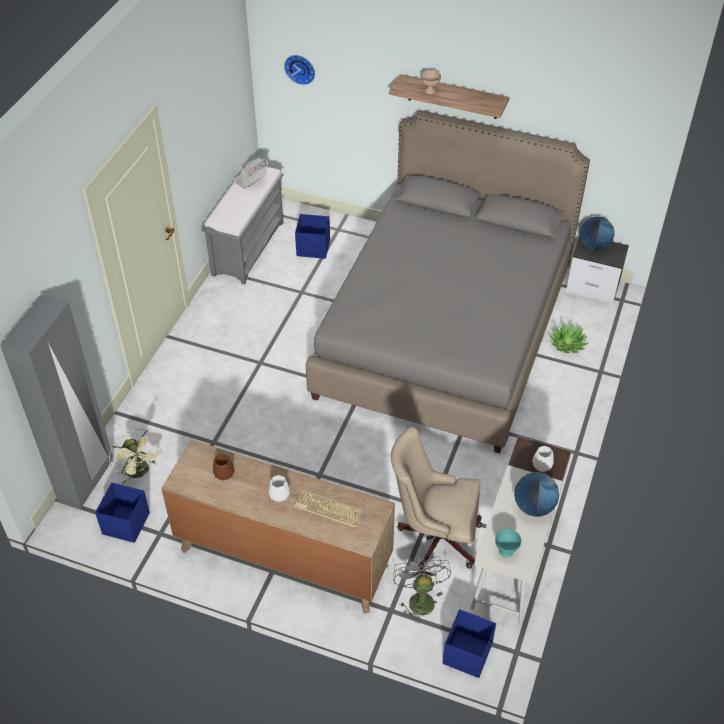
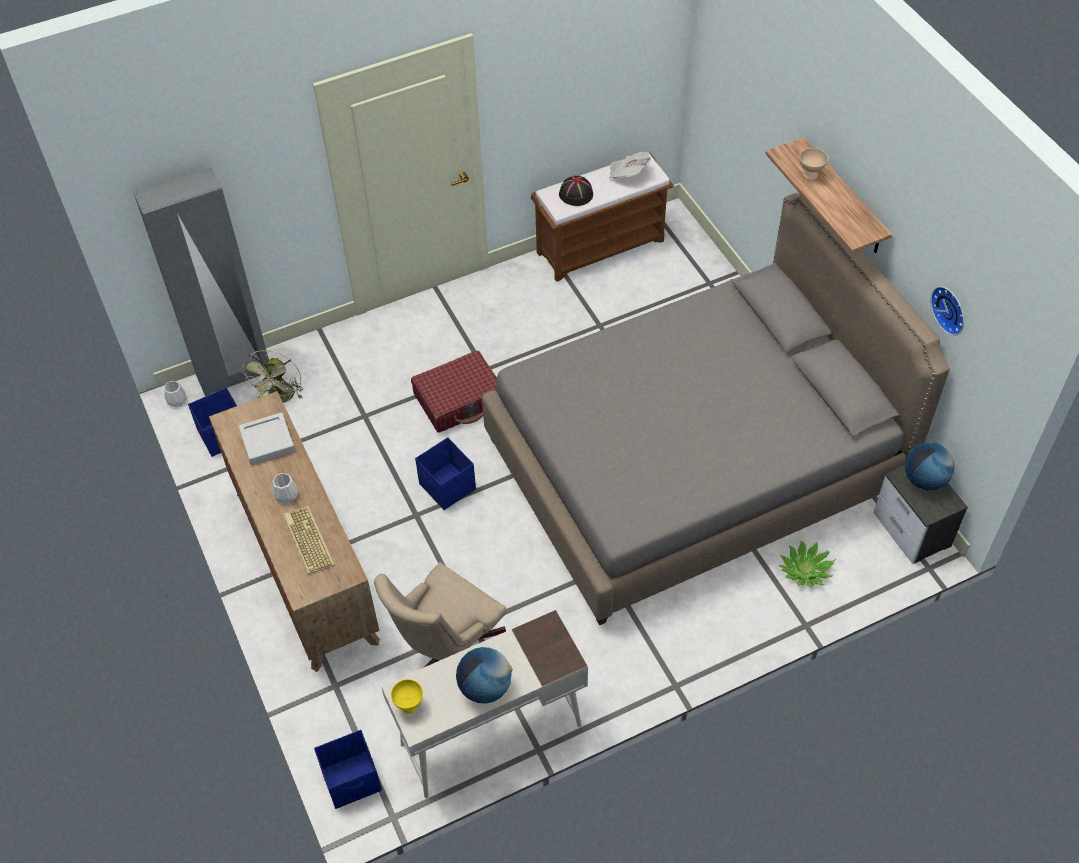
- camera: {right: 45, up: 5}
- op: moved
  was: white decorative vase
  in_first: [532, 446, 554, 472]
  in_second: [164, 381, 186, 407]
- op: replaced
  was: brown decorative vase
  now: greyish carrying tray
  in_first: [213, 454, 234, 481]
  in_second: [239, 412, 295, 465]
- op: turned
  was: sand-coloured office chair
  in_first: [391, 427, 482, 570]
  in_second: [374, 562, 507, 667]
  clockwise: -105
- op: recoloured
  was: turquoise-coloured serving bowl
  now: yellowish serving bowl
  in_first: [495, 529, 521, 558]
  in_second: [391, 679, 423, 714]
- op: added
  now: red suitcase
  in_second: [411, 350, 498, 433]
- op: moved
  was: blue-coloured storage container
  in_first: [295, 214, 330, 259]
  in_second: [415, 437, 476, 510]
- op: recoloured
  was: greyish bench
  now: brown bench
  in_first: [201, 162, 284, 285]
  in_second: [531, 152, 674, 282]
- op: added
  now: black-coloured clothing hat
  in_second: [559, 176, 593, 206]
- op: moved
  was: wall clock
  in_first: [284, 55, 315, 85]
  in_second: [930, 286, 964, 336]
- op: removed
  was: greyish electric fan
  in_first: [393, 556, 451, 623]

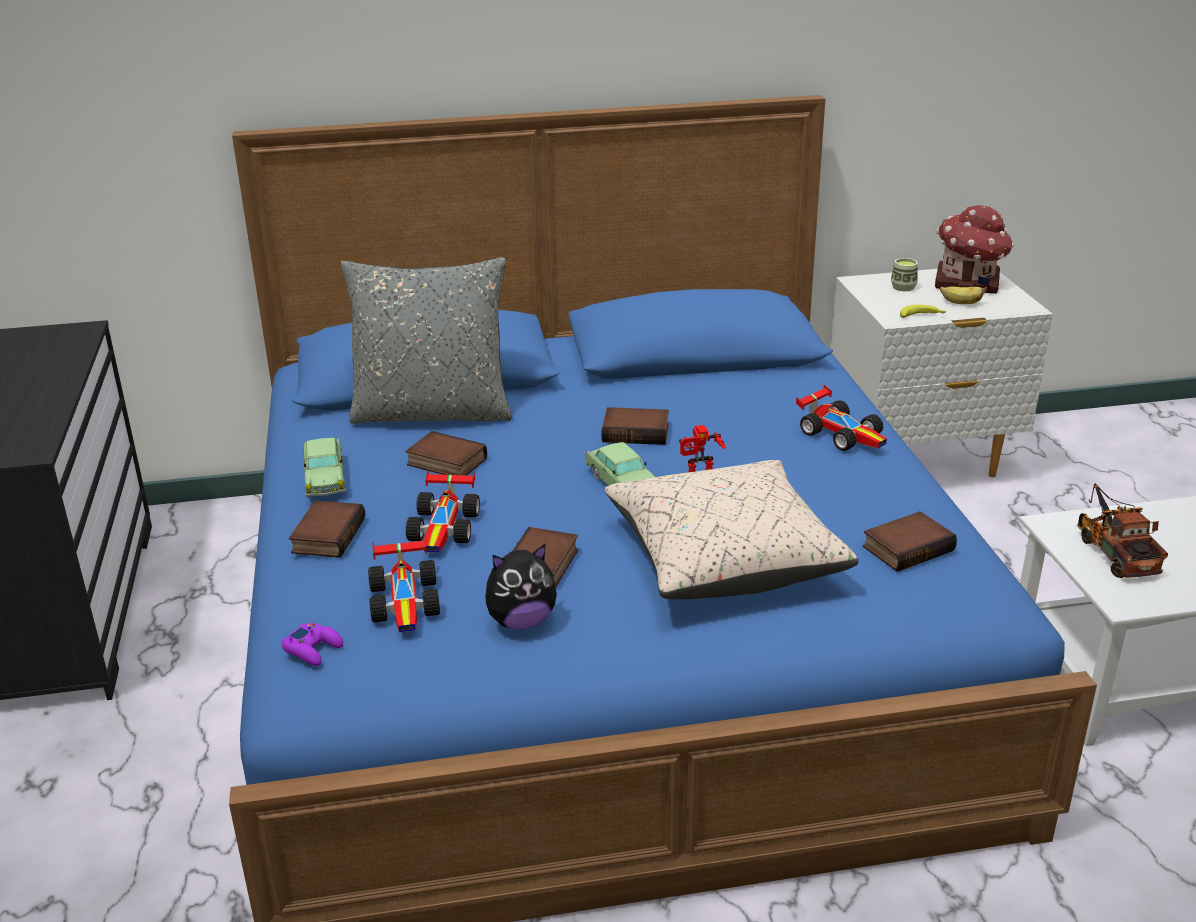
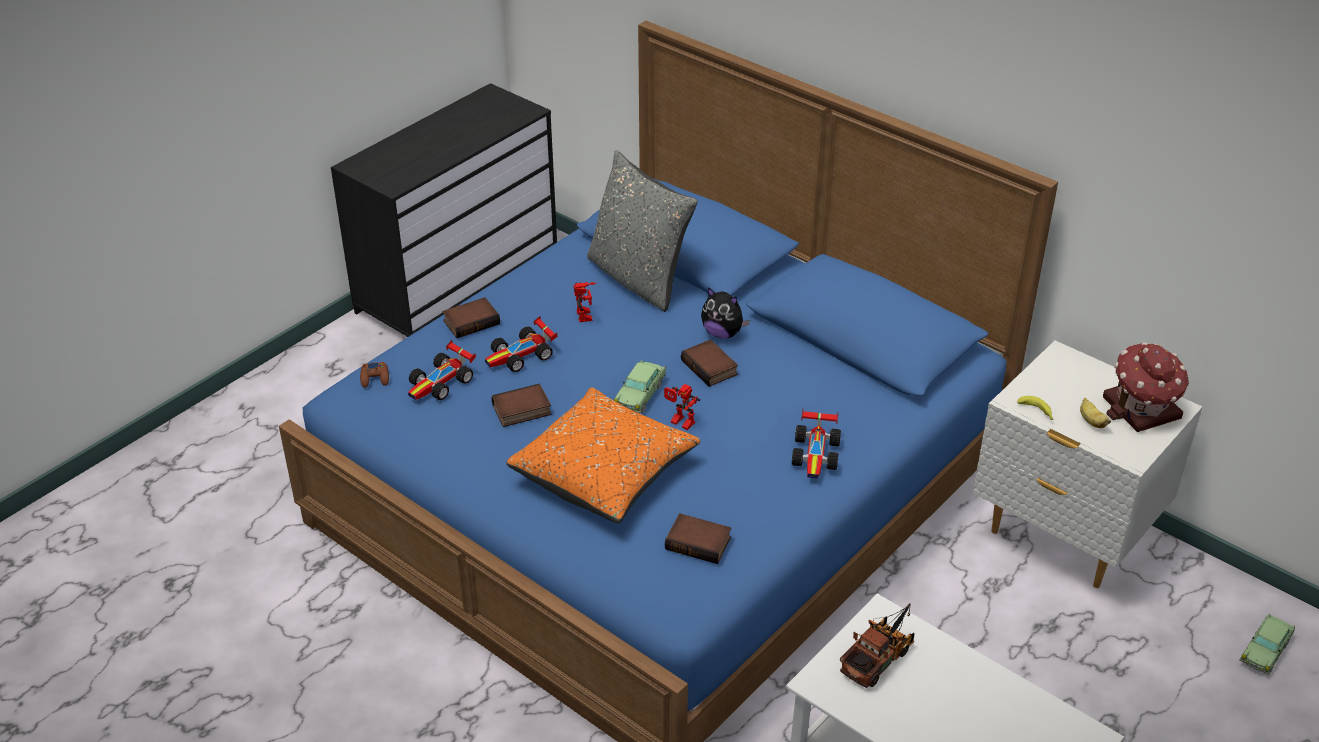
- camera: {right: 50, up: 10}
- op: recoloured
  was: purple-coloured joypad
  now: brown joypad
  in_first: [282, 623, 343, 666]
  in_second: [360, 362, 389, 388]
- op: recoloured
  was: sand-coloured throw pillow
  now: orangey throw pillow
  in_first: [605, 460, 858, 599]
  in_second: [506, 387, 700, 523]
- op: replaced
  was: volume
  now: robot figure
  in_first: [406, 431, 487, 475]
  in_second: [574, 282, 596, 322]
- op: moved
  was: plush toy
  in_first: [485, 544, 557, 630]
  in_second: [701, 287, 750, 338]
- op: moved
  was: model car
  in_first: [304, 438, 346, 498]
  in_second: [1239, 614, 1295, 675]
- op: removed
  was: small cup
  in_first: [891, 258, 918, 291]

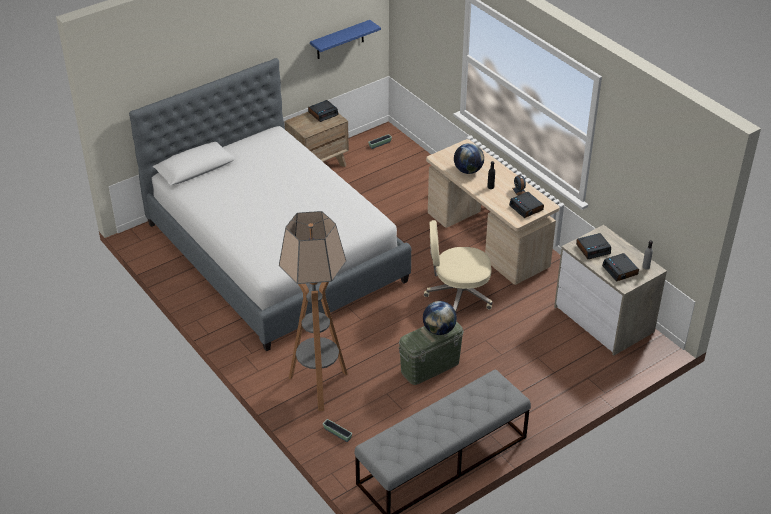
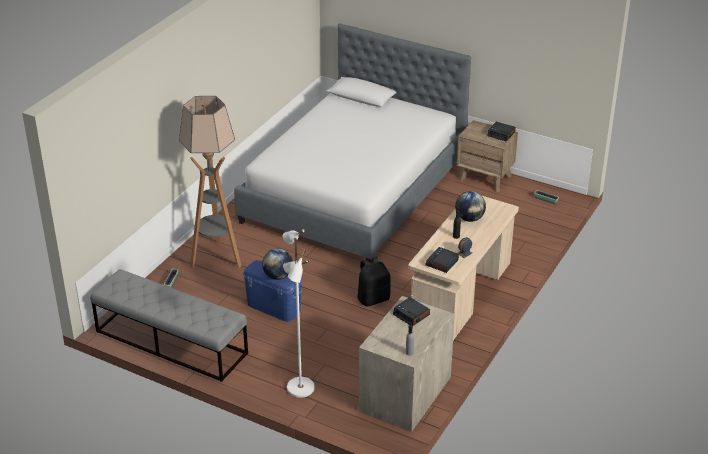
- camera: {right: 65, up: -5}
- op: recoloured
  was: greenish storage container
  now: blue-coloured storage container
  in_first: [398, 321, 464, 385]
  in_second: [243, 260, 303, 322]
- op: added
  now: white standing lamp
  in_second: [283, 229, 314, 398]
- op: replaced
  was: sand-coloured office chair
  now: black-coloured backpack
  in_first: [424, 220, 492, 312]
  in_second: [357, 257, 391, 306]
- op: removed
  was: blue-coloured wall shelf
  in_first: [310, 20, 381, 59]
- op: removed
  was: table clock
  in_first: [602, 253, 639, 282]

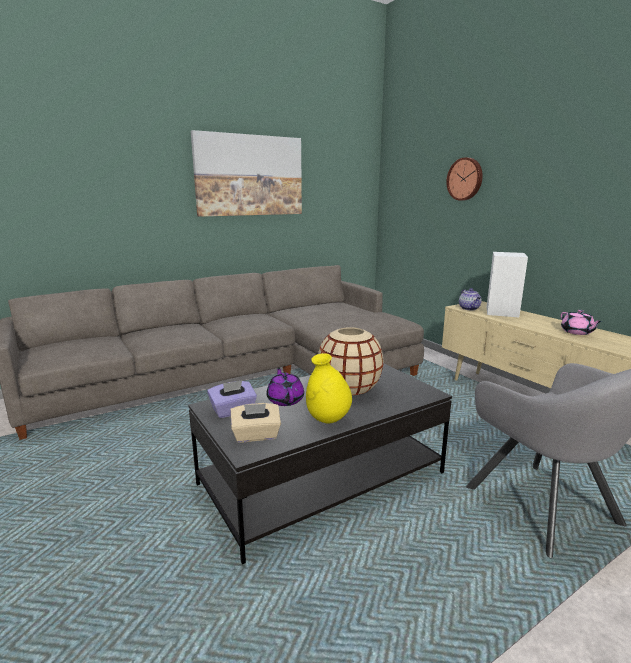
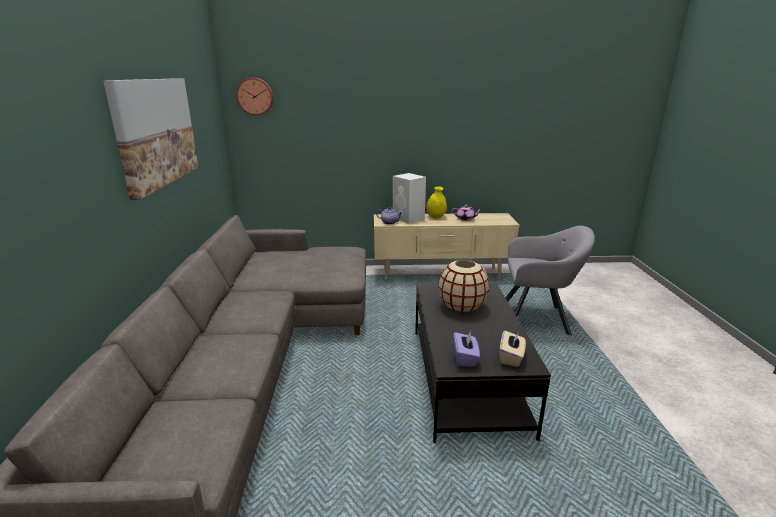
- camera: {right: -60, up: 5}
- op: moved
  was: wall clock
  in_first: [446, 157, 483, 201]
  in_second: [236, 78, 273, 116]
- op: moved
  was: yellowish decorative vase
  in_first: [306, 354, 352, 423]
  in_second: [426, 186, 447, 219]
- op: removed
  was: purple-coloured pot for tea
  in_first: [266, 367, 304, 406]

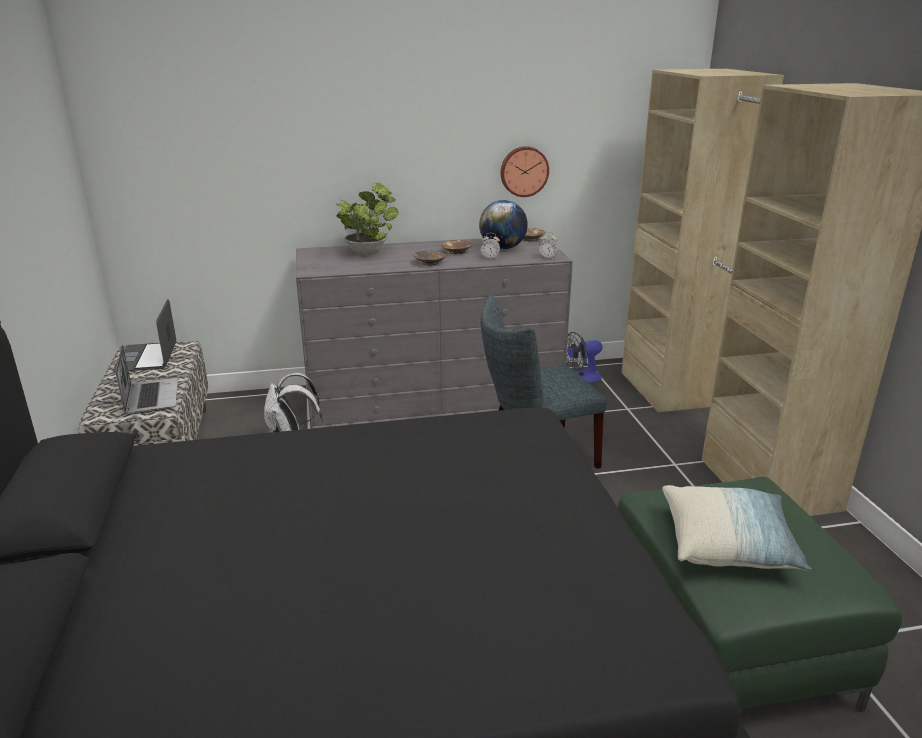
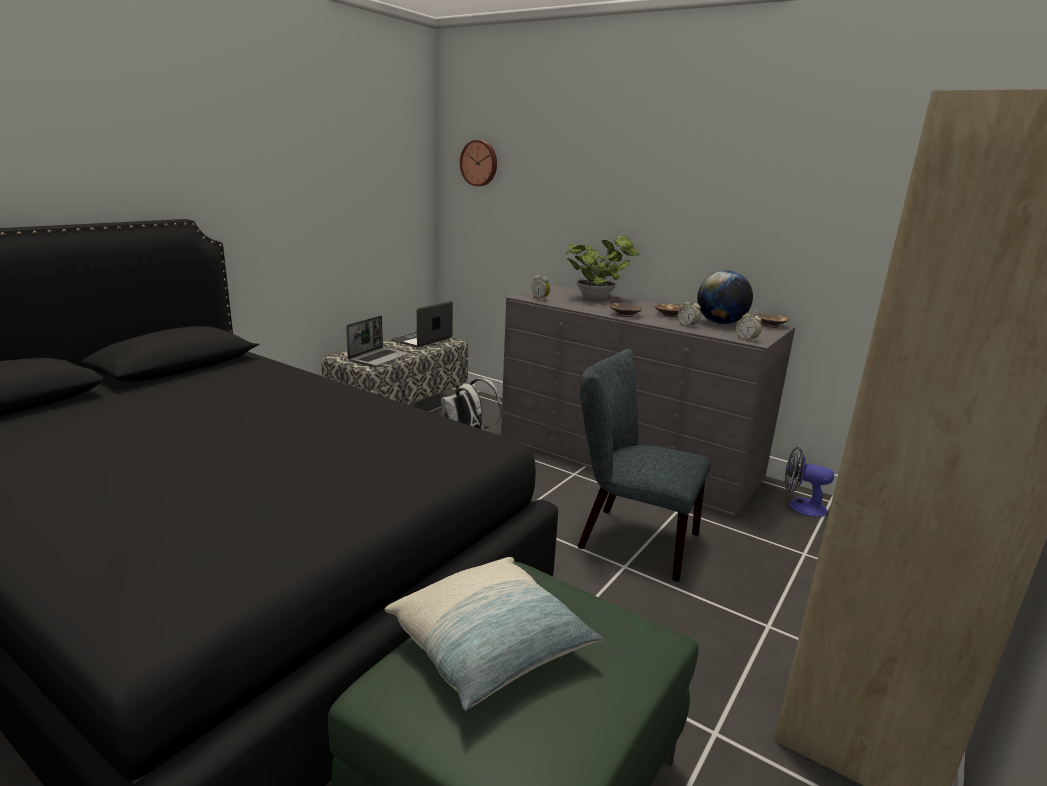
- camera: {right: 45, up: -5}
- op: moved
  was: wall clock
  in_first: [501, 146, 549, 197]
  in_second: [460, 140, 497, 186]
- op: added
  now: table clock
  in_second: [531, 275, 550, 301]

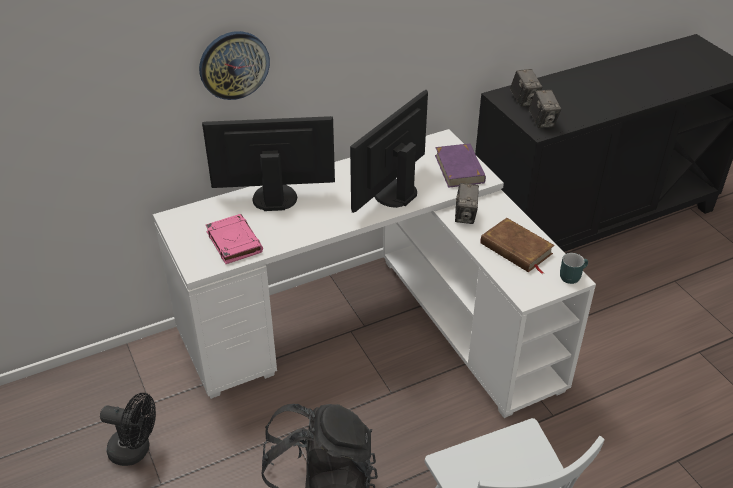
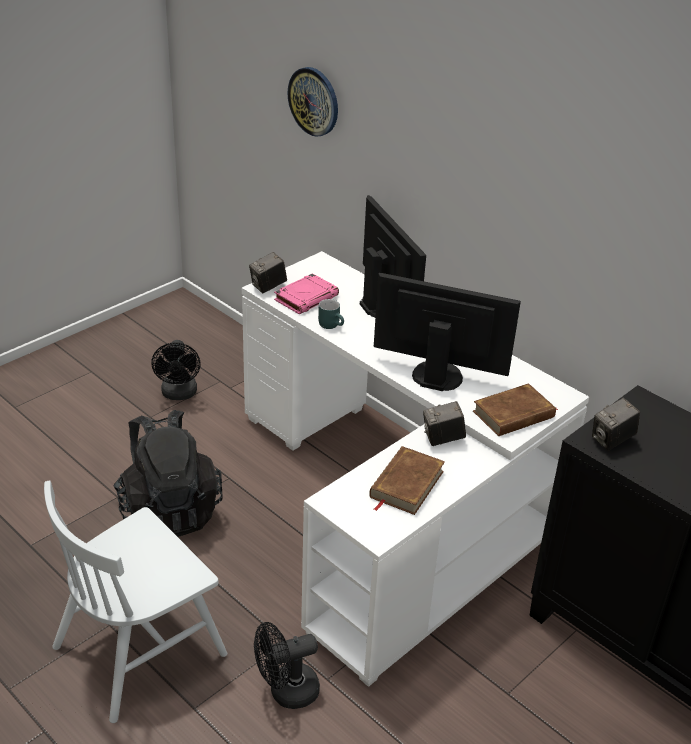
- camera: {right: 70, up: -5}
- op: moved
  was: still camera
  in_first: [510, 69, 542, 107]
  in_second: [249, 252, 287, 293]
- op: added
  now: black-coloured electric fan
  in_second: [254, 622, 320, 709]
- op: moved
  was: wall clock
  in_first: [199, 31, 270, 100]
  in_second: [287, 67, 338, 137]
- op: moved
  was: turquoise-coloured coffee mug
  in_first: [560, 253, 588, 284]
  in_second: [318, 299, 344, 329]
- op: recoloured
  was: purple-coloured volume
  now: brown volume
  in_first: [435, 143, 486, 188]
  in_second: [473, 383, 558, 436]

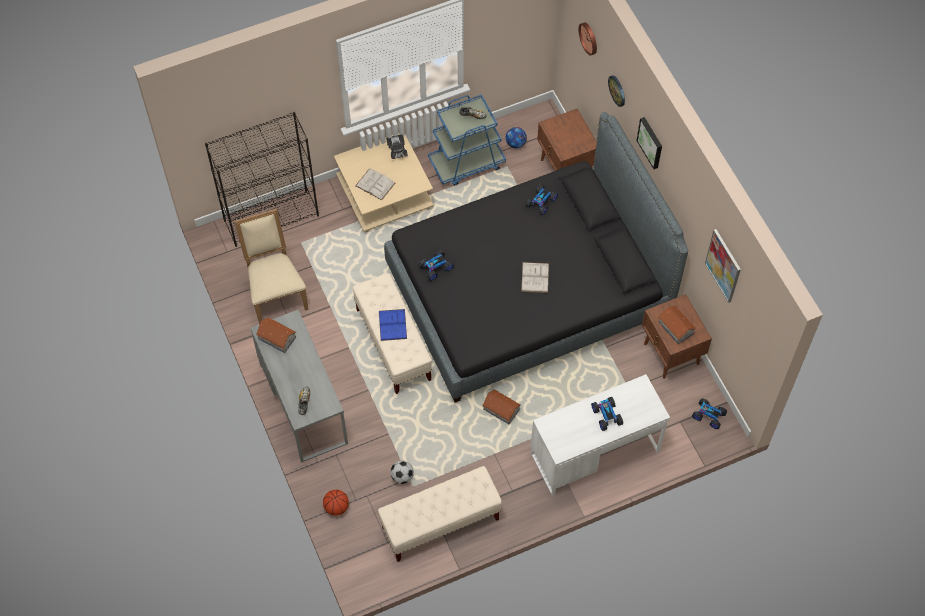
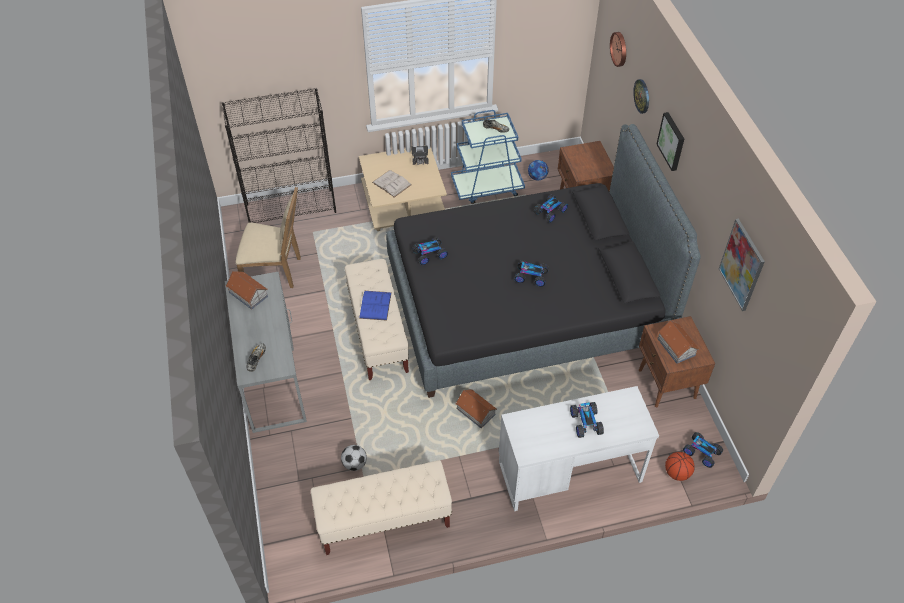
- camera: {right: 10, up: -10}
- op: turned
  was: sand-coloured chair
  in_first: [235, 209, 309, 324]
  in_second: [236, 187, 301, 288]
  clockwise: 105
- op: replaced
  was: white volume
  now: model car
  in_first: [521, 262, 549, 293]
  in_second: [514, 260, 549, 287]
- op: moved
  was: basketball
  in_first: [323, 490, 349, 516]
  in_second: [665, 452, 695, 481]

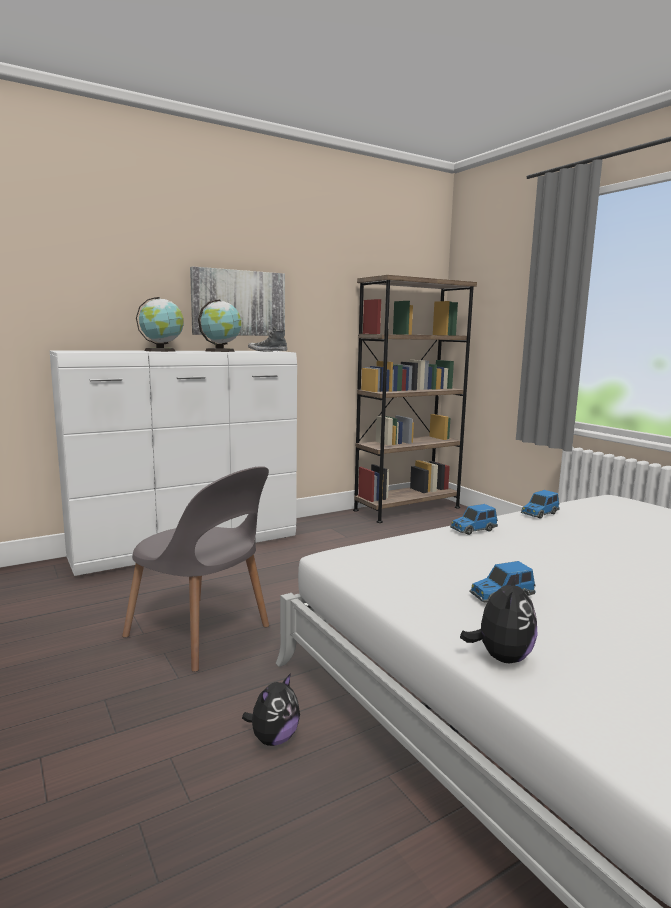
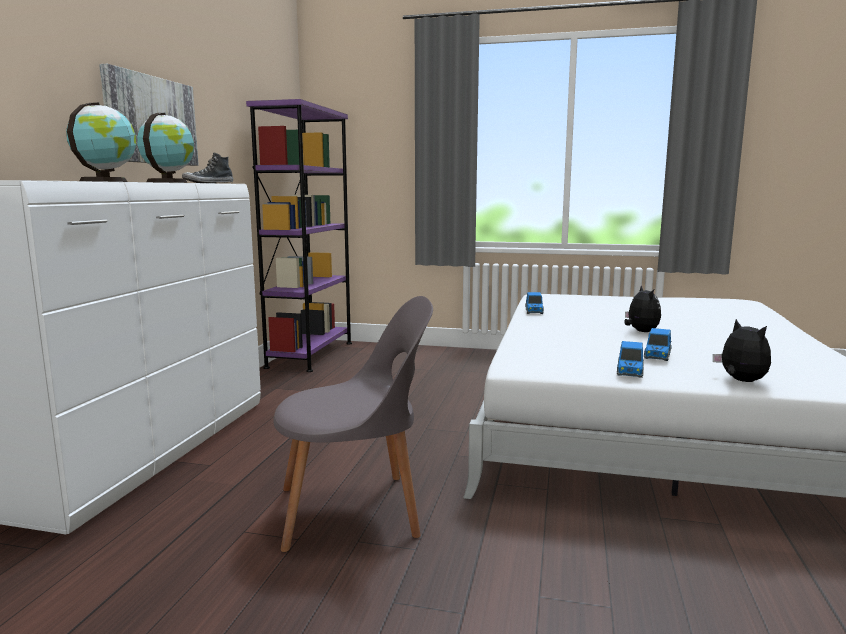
- camera: {right: -45, up: 0}
- op: recoloured
  was: brown bookshelf
  now: purple-coloured bookshelf
  in_first: [353, 275, 477, 523]
  in_second: [246, 99, 352, 372]
- op: moved
  was: model car
  in_first: [450, 504, 498, 535]
  in_second: [617, 341, 644, 378]
- op: moved
  was: plush toy
  in_first: [242, 673, 300, 746]
  in_second: [625, 285, 661, 332]

